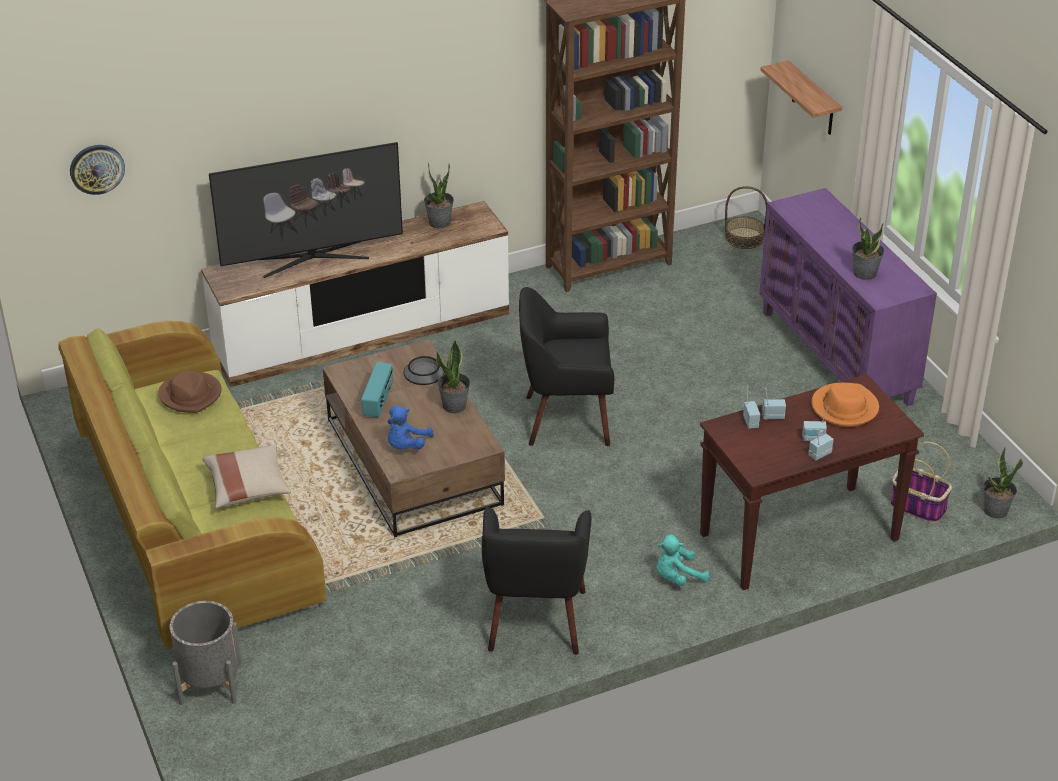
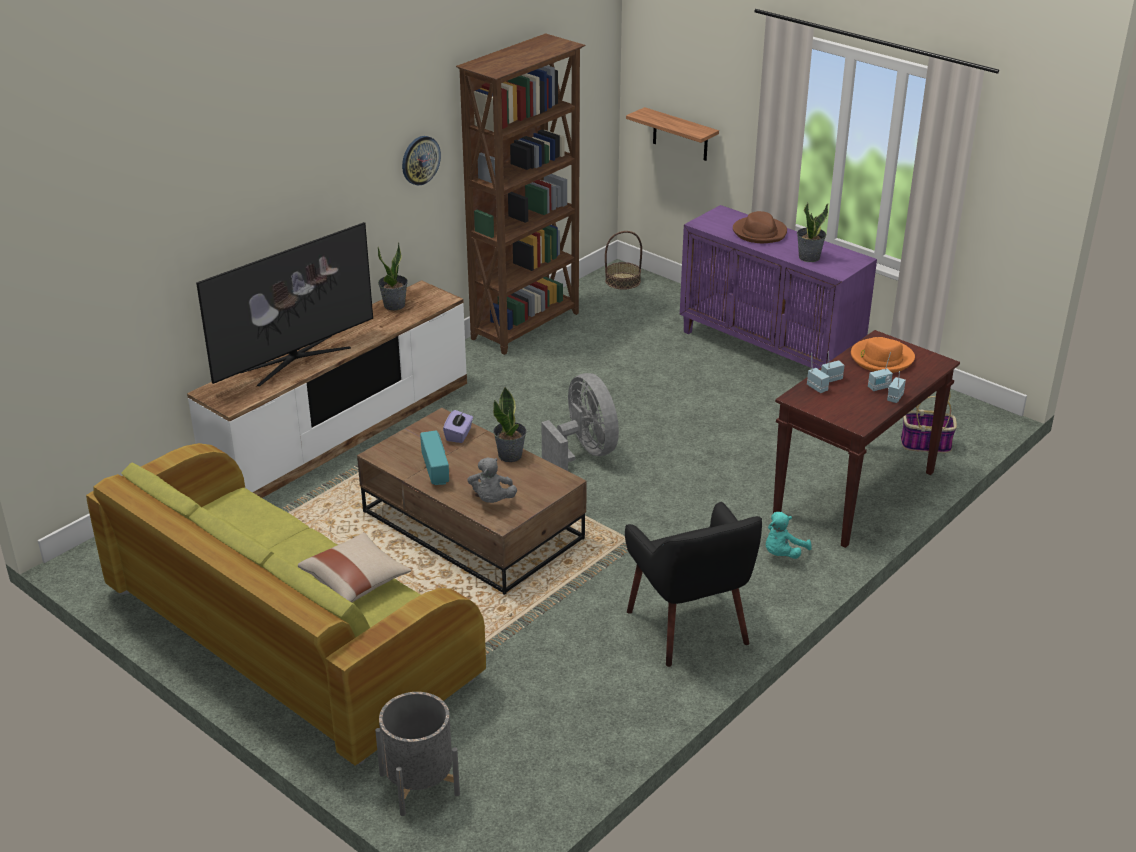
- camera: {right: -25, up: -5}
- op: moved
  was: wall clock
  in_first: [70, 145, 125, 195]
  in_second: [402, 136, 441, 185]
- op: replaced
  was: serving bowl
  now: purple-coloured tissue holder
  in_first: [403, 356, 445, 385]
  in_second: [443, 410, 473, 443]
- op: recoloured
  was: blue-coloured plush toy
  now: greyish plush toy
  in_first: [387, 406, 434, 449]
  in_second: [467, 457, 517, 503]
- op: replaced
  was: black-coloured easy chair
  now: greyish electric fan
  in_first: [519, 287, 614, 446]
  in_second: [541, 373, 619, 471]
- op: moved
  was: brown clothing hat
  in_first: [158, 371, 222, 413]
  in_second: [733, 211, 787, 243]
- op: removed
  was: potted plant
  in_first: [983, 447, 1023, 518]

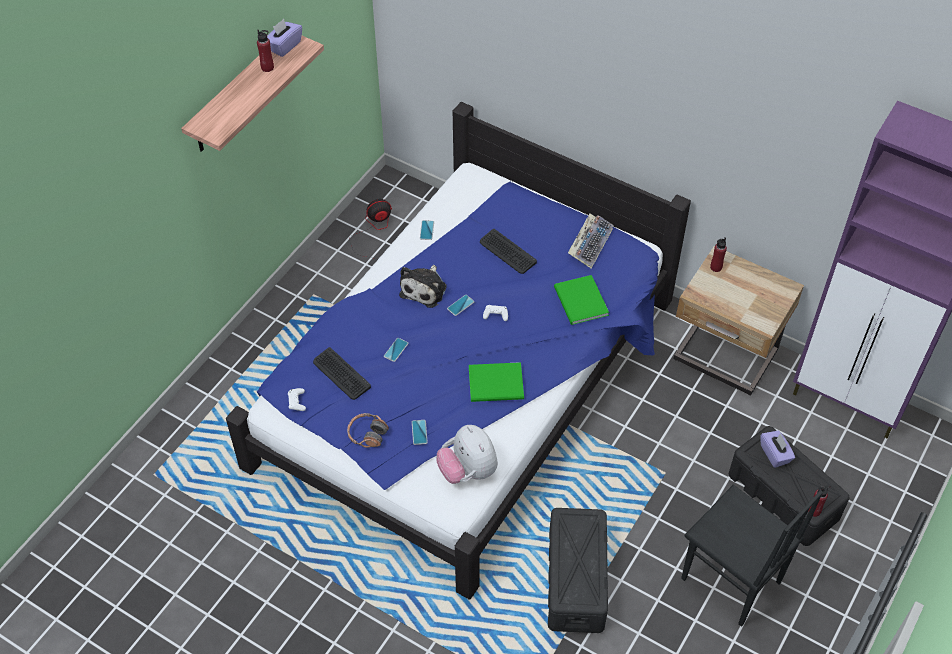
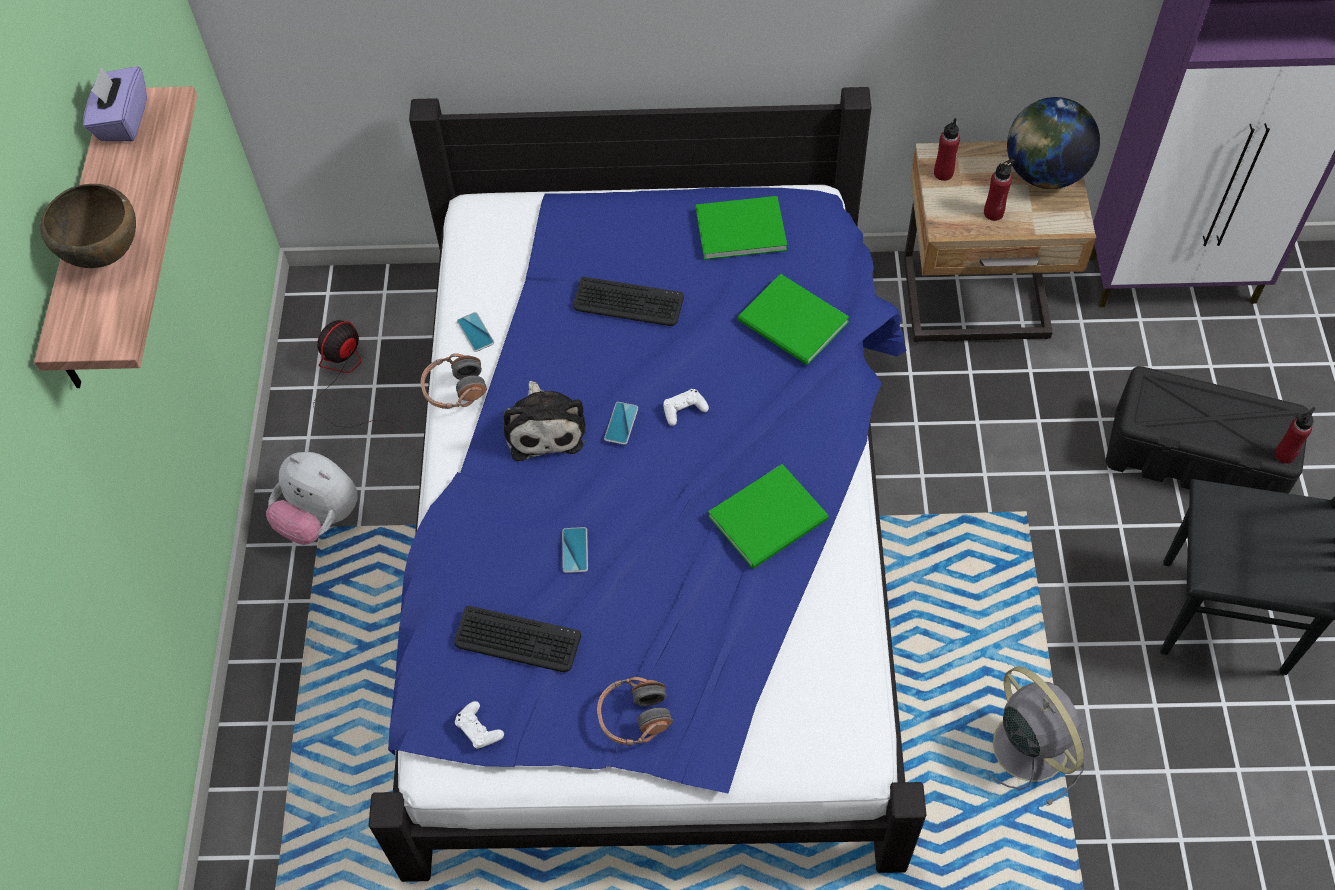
- camera: {right: -30, up: 5}
- op: added
  now: brown serving bowl
  in_second: [40, 184, 136, 268]
- op: moved
  was: plush toy
  in_first: [437, 425, 498, 484]
  in_second: [266, 452, 358, 545]
- op: added
  now: headset
  in_second: [421, 353, 487, 409]
- op: replaced
  was: keyboard
  now: greenish volume
  in_first: [568, 214, 614, 269]
  in_second: [696, 196, 787, 260]
- op: moved
  was: red bottle
  in_first: [257, 30, 274, 72]
  in_second: [984, 159, 1015, 221]
- op: replaced
  was: black-coloured storage container
  now: greyish electric fan
  in_first: [548, 508, 608, 633]
  in_second: [986, 666, 1086, 806]
- op: added
  now: world globe
  in_second: [1007, 97, 1100, 189]
- op: removed
  was: phone
  in_first: [412, 420, 428, 445]
- op: removed
  was: purple-coloured tissue holder
  in_first: [760, 430, 795, 468]

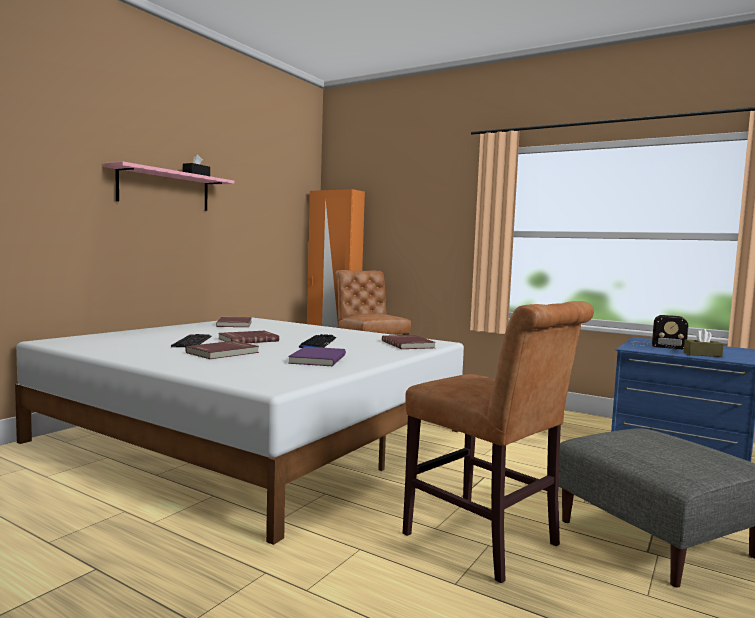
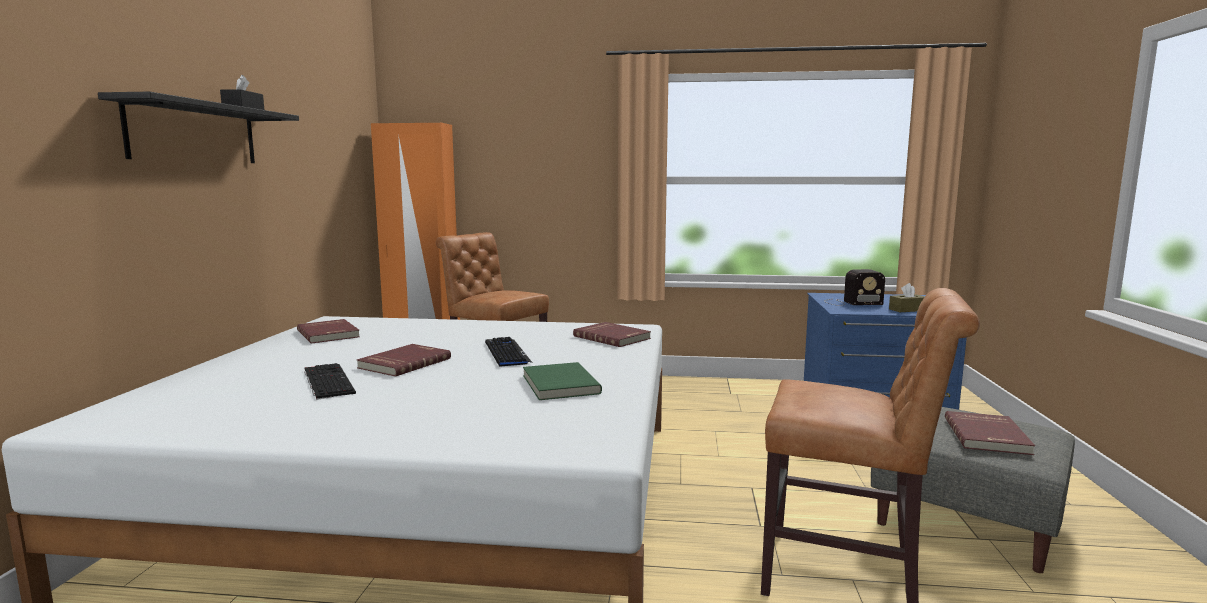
- camera: {right: -25, up: 5}
- op: recoloured
  was: pink-coloured wall shelf
  now: black-coloured wall shelf
  in_first: [103, 162, 234, 211]
  in_second: [98, 92, 299, 163]
- op: recoloured
  was: purple-coloured volume
  now: greenish volume
  in_first: [288, 347, 346, 366]
  in_second: [523, 362, 602, 400]
- op: moved
  was: red volume
  in_first: [185, 341, 259, 359]
  in_second: [945, 411, 1035, 455]

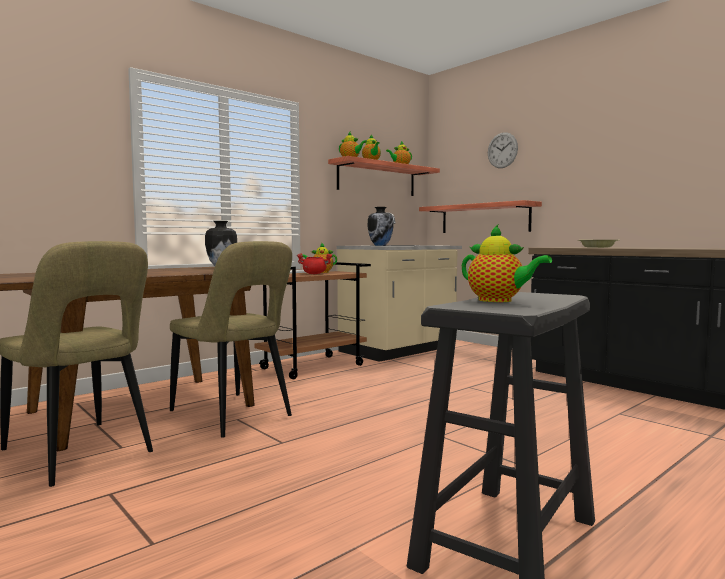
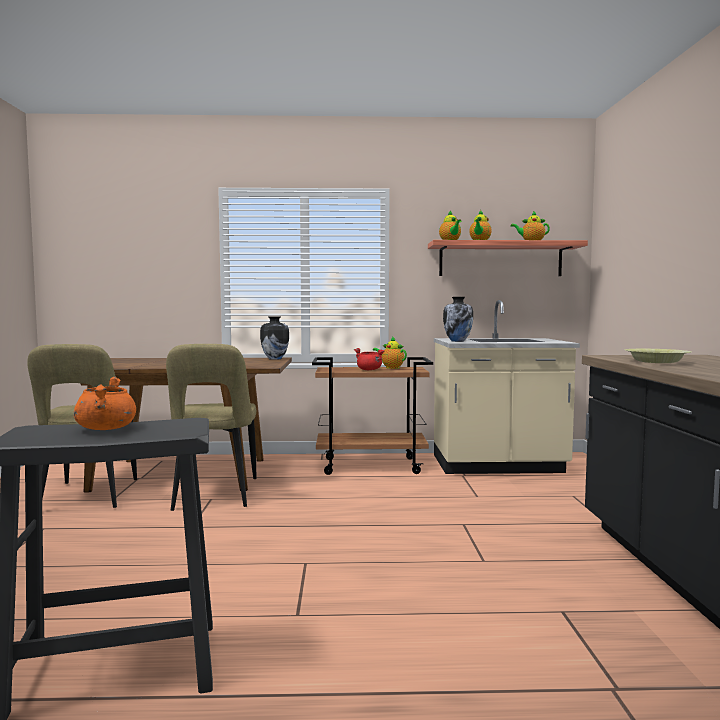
- camera: {right: 40, up: 0}
- op: replaced
  was: pot for tea
  now: orangey stockpot
  in_first: [462, 225, 552, 302]
  in_second: [74, 377, 136, 430]
- op: removed
  was: wall shelf
  in_first: [419, 200, 542, 233]
- op: removed
  was: wall clock
  in_first: [488, 132, 518, 168]

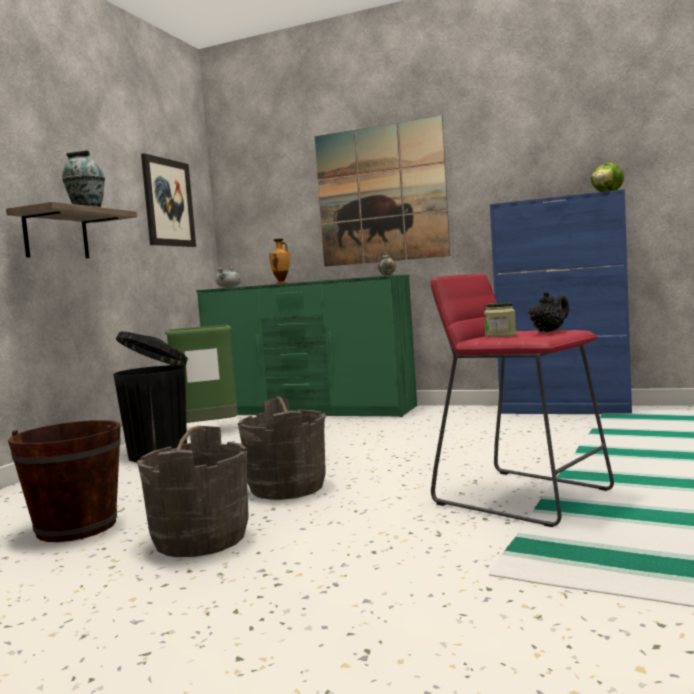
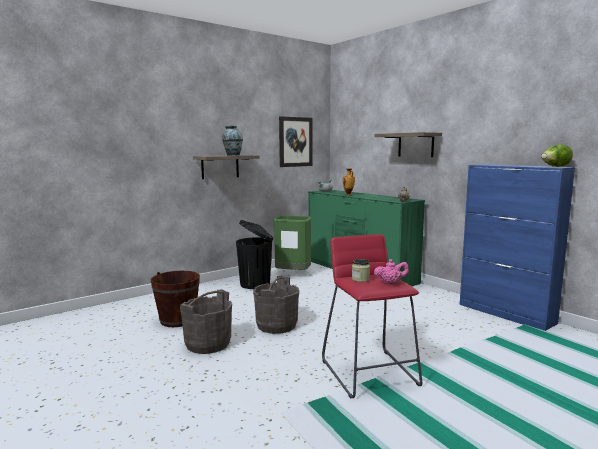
- camera: {right: 30, up: 5}
- op: replaced
  was: picture
  now: wall shelf
  in_first: [315, 115, 450, 267]
  in_second: [374, 132, 442, 157]
- op: recoloured
  was: black-coloured pot for tea
  now: pink-coloured pot for tea
  in_first: [528, 291, 569, 332]
  in_second: [374, 259, 409, 284]

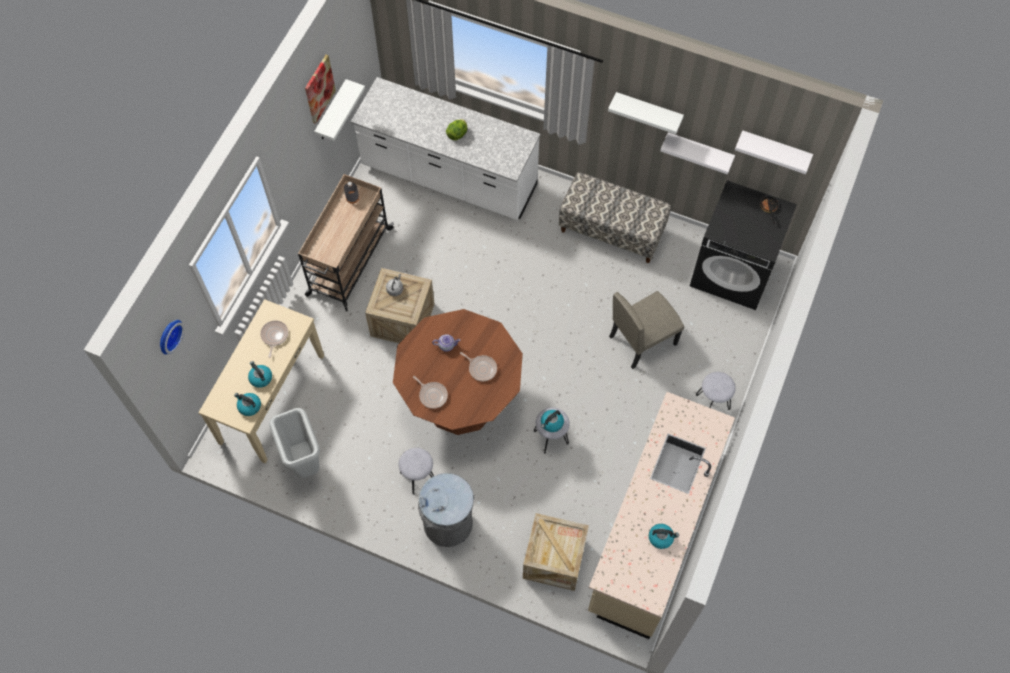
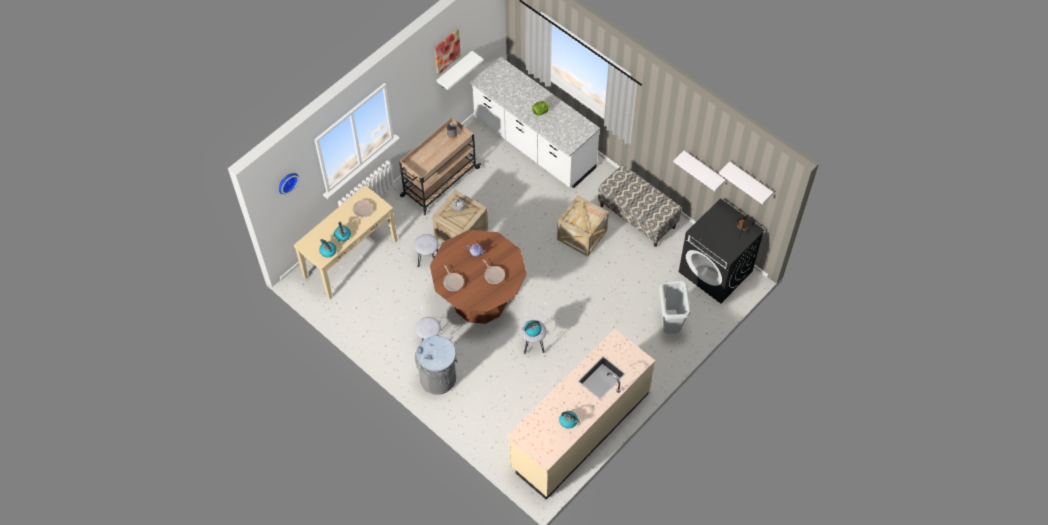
- camera: {right: 20, up: -5}
- op: moved
  was: greyish stool
  in_first: [696, 372, 736, 410]
  in_second: [414, 234, 438, 267]
- op: moved
  was: shipping crate
  in_first: [523, 513, 589, 591]
  in_second: [557, 195, 609, 256]
- op: moved
  was: greyish rubbish bin
  in_first: [269, 408, 320, 478]
  in_second: [659, 281, 690, 334]
- op: removed
  was: white wall shelf
  in_first: [608, 92, 684, 134]
- op: removed
  was: sand-coloured chair
  in_first: [609, 291, 684, 369]

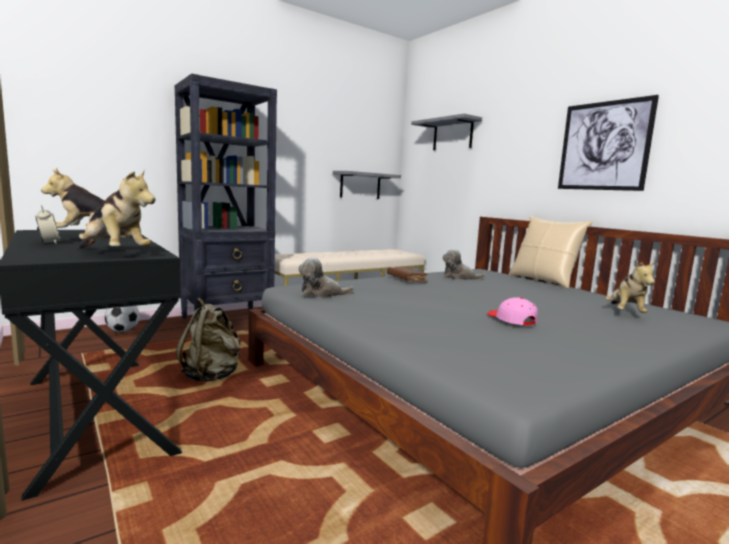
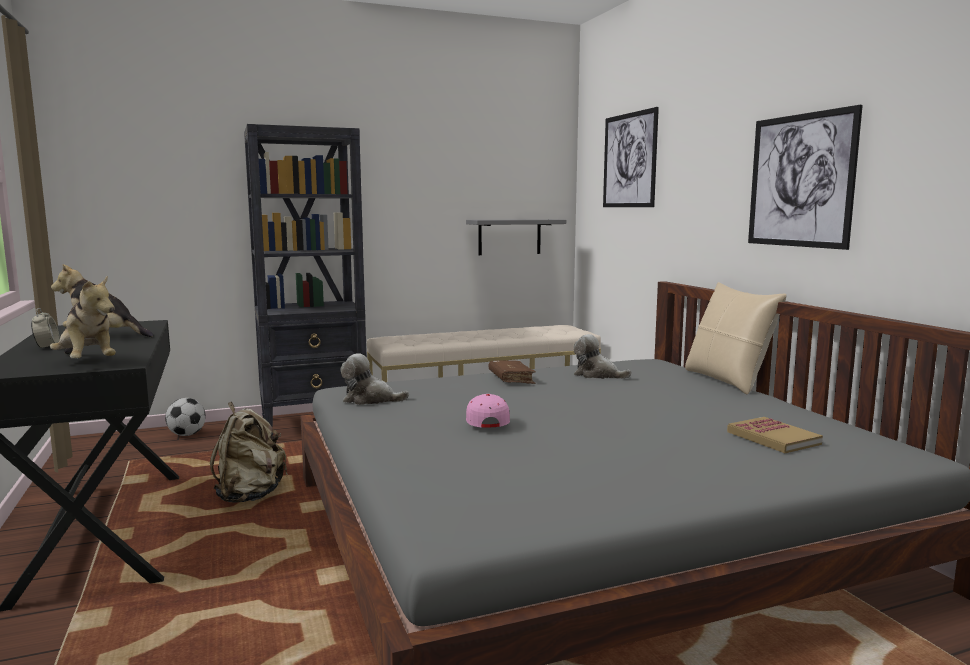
- camera: {right: 15, up: 0}
- op: moved
  was: pink-coloured peaked cap
  in_first: [487, 297, 538, 325]
  in_second: [466, 394, 510, 428]
- op: replaced
  was: greyish wall shelf
  now: picture
  in_first: [411, 114, 482, 150]
  in_second: [603, 107, 659, 207]
- op: replaced
  was: plush toy
  now: volume
  in_first: [605, 261, 655, 313]
  in_second: [727, 417, 823, 453]

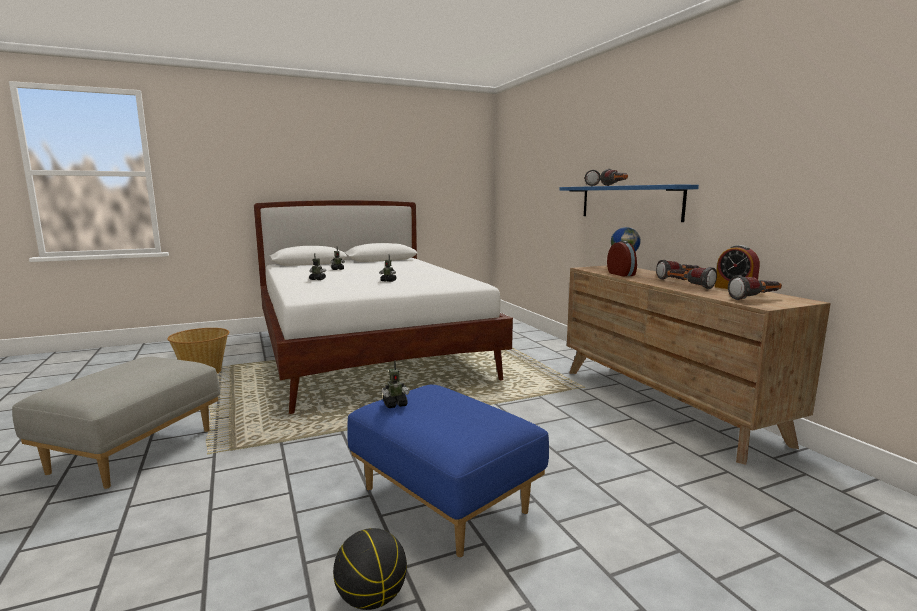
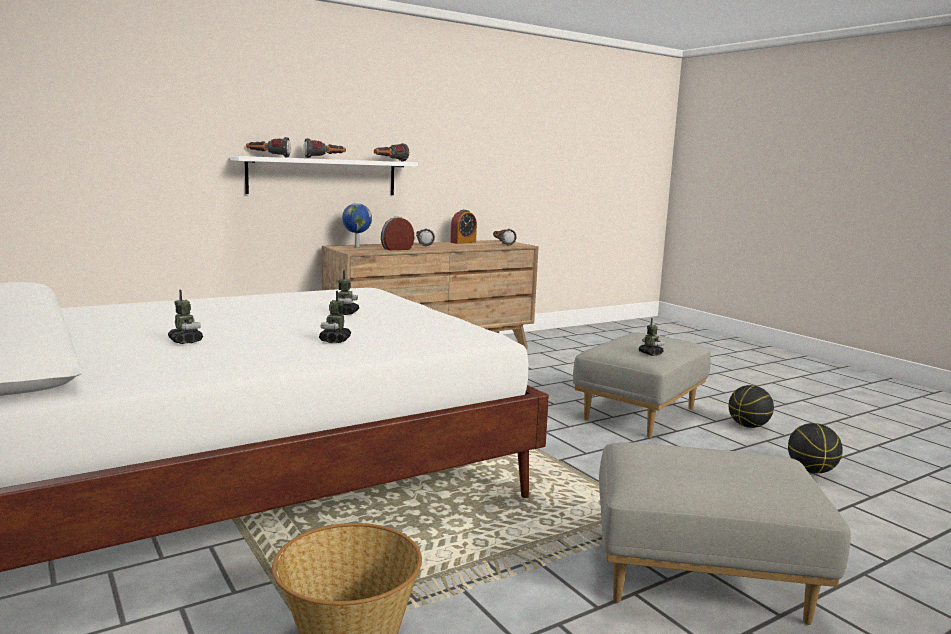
- camera: {right: -100, up: 0}
- op: recoloured
  was: blue-coloured wall shelf
  now: white wall shelf
  in_first: [559, 184, 699, 222]
  in_second: [230, 156, 418, 195]
- op: moved
  was: torch
  in_first: [667, 267, 717, 289]
  in_second: [374, 143, 409, 162]
- op: recoloured
  was: blue-coloured footrest
  now: greyish footrest
  in_first: [347, 385, 549, 557]
  in_second: [573, 333, 711, 438]
- op: added
  now: basketball
  in_second: [788, 423, 843, 473]

